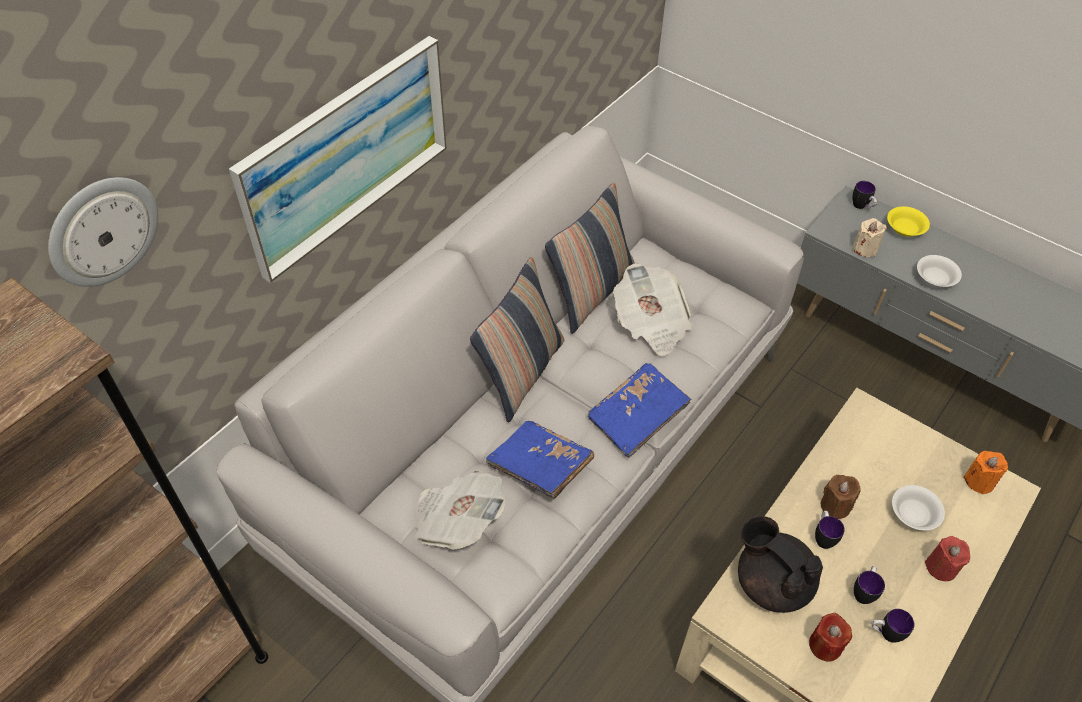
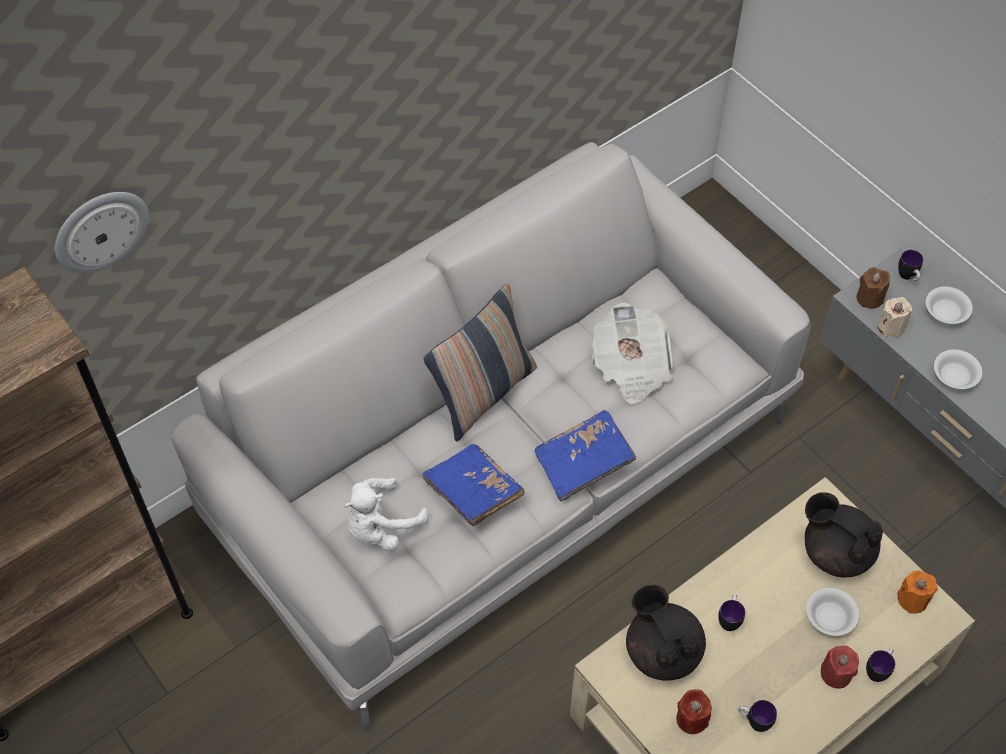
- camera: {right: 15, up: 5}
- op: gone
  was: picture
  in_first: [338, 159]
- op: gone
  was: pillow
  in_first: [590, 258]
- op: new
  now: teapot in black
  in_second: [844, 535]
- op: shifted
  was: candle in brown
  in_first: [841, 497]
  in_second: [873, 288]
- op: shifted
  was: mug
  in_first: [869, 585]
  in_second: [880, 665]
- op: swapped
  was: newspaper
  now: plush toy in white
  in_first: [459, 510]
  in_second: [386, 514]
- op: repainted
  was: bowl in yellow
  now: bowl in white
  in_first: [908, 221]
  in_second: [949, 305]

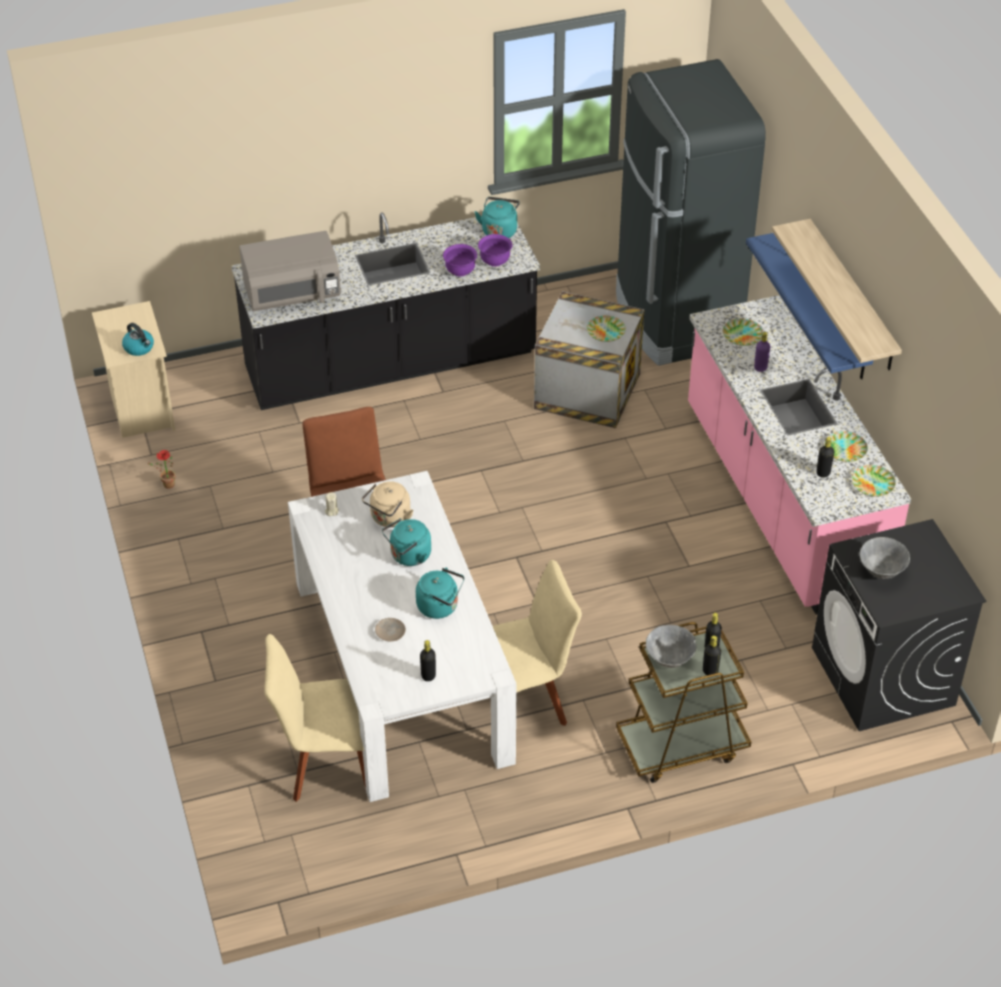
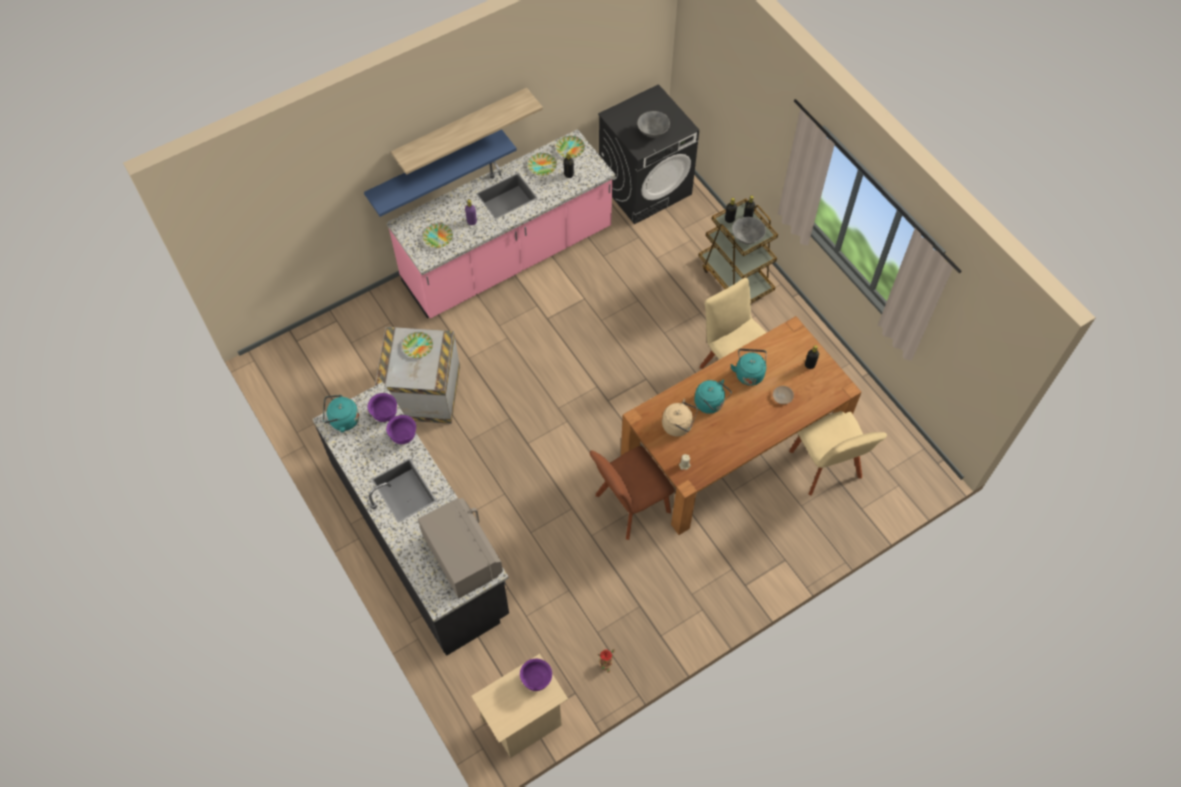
- camera: {right: -105, up: 15}
- op: gone
  was: fridge in black
  in_first: [691, 212]
- op: swapped
  was: kettle
  now: bowl in purple
  in_first: [138, 339]
  in_second: [536, 675]
- op: repainted
  was: dining table in white
  now: dining table in brown
  in_first: [402, 636]
  in_second: [741, 425]

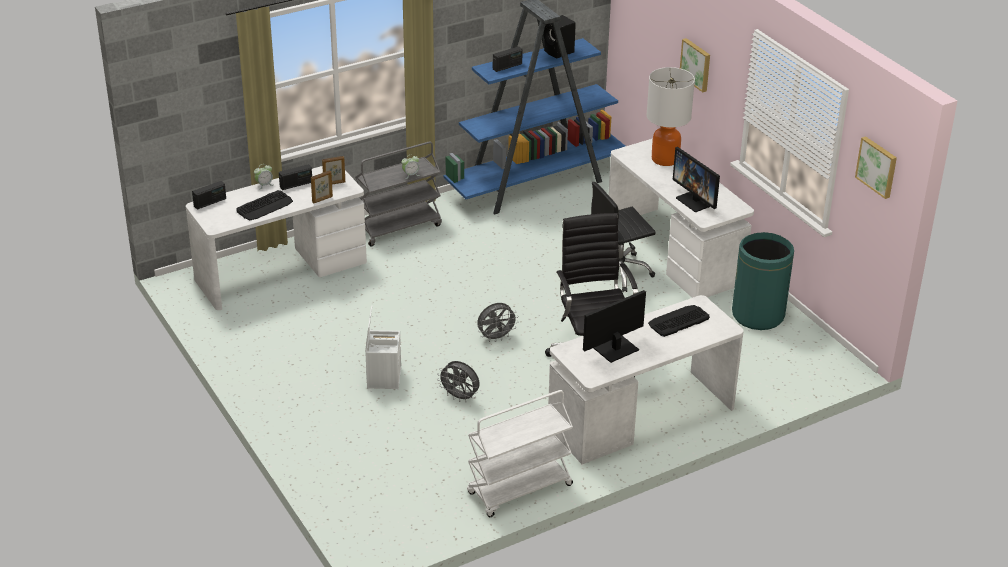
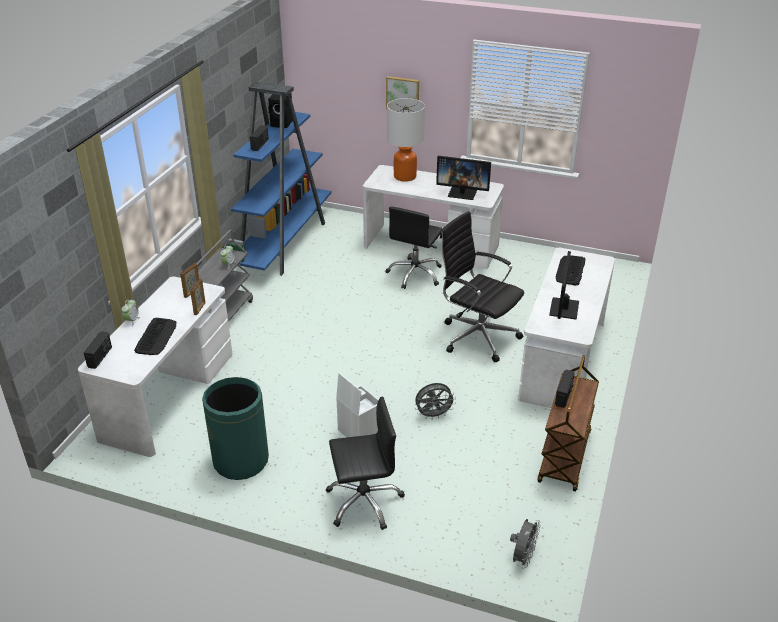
- camera: {right: -40, up: 0}
- op: gone
  was: picture
  in_first: [876, 167]
- op: new
  now: office chair in black
  in_second: [365, 463]
- op: shifted
  was: radio
  in_first: [295, 177]
  in_second: [565, 389]
- op: shifted
  was: fan in grey
  in_first: [498, 322]
  in_second: [525, 544]
- op: shifted
  was: trash can in green
  in_first: [763, 281]
  in_second: [235, 428]
- op: repainted
  was: cart in white
  now: cart in brown
  in_first: [520, 453]
  in_second: [568, 423]

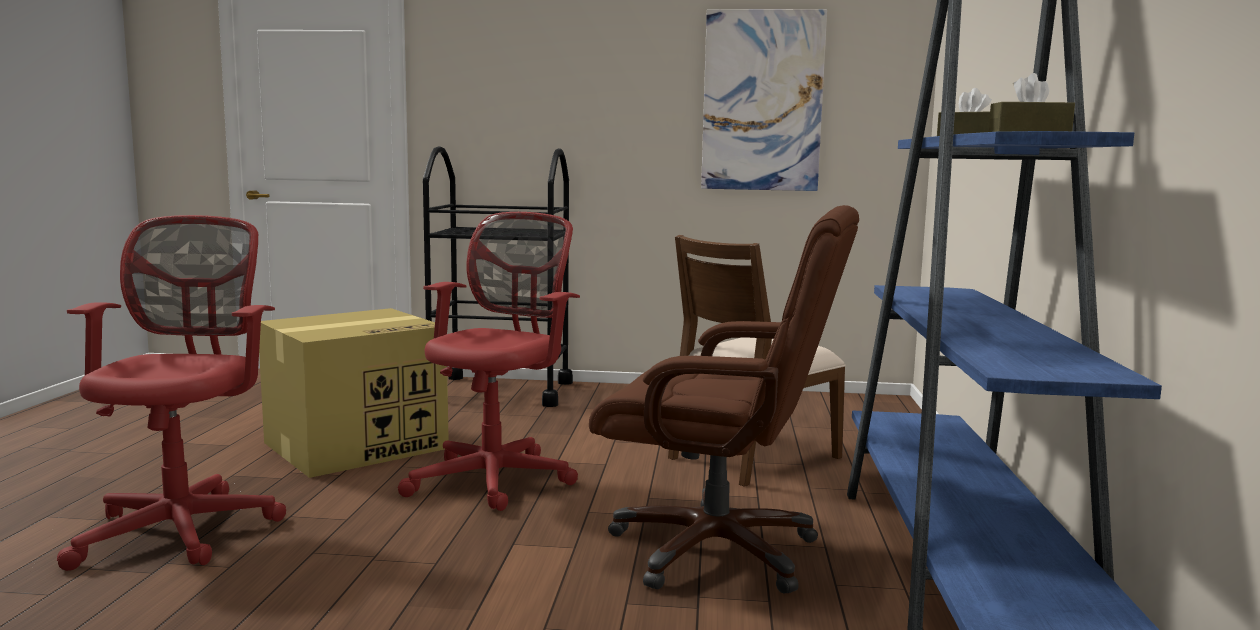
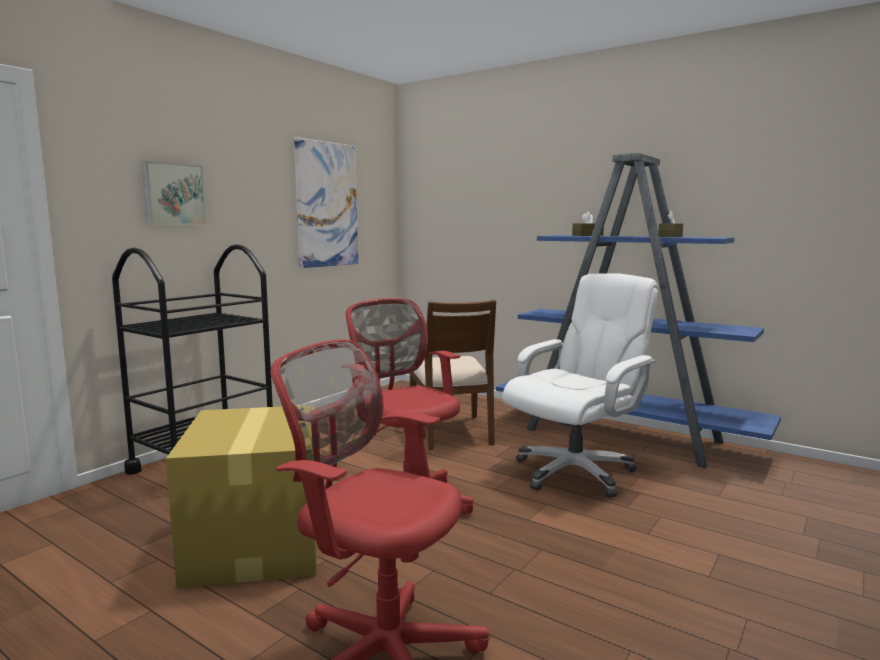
- camera: {right: -60, up: 0}
- op: new
  now: picture
  in_second: [173, 193]
- op: repainted
  was: office chair in brown
  now: office chair in white
  in_first: [724, 399]
  in_second: [580, 385]

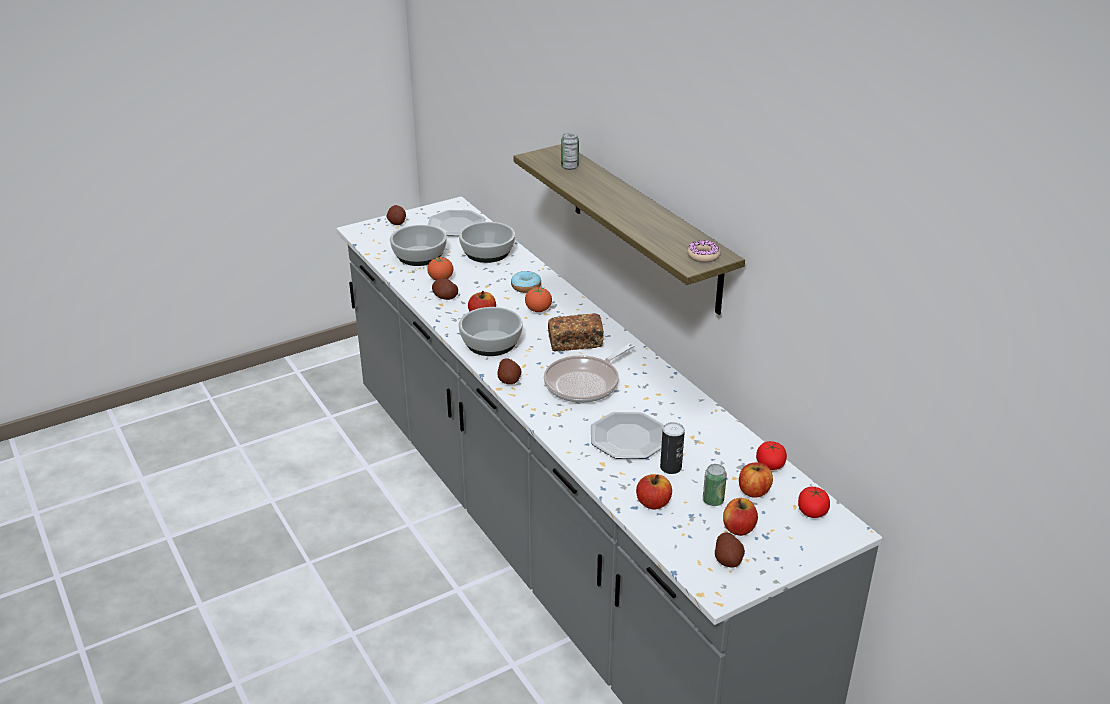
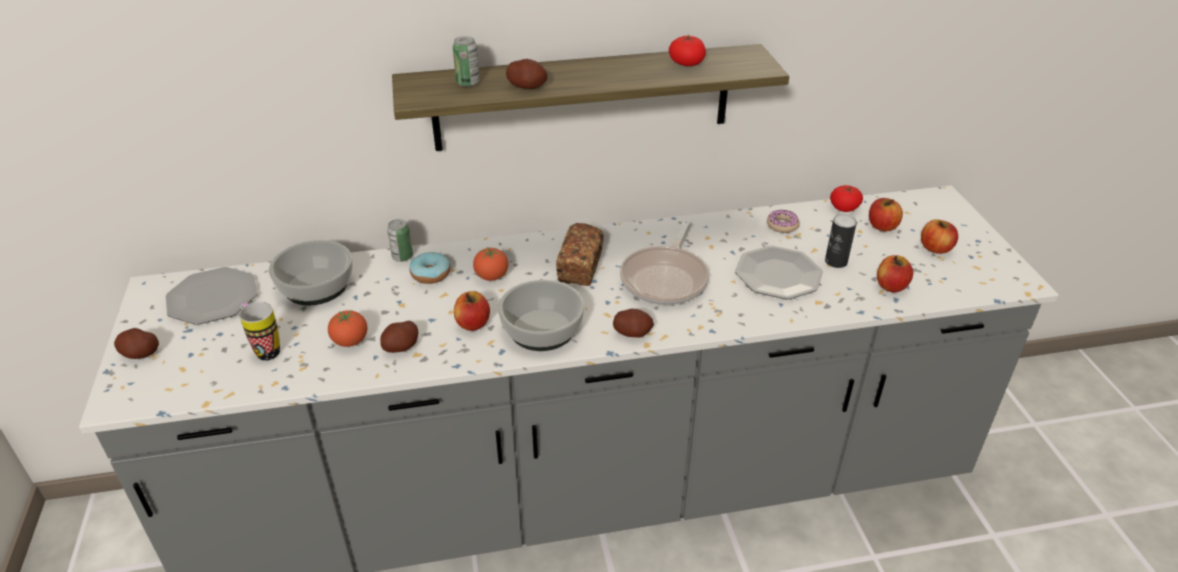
- camera: {right: -70, up: 5}
- op: shifted
  was: donut
  in_first: [704, 251]
  in_second: [783, 221]
- op: shifted
  was: can
  in_first: [715, 485]
  in_second: [400, 240]
- op: shifted
  was: potato
  in_first: [730, 550]
  in_second: [526, 74]
- op: shifted
  was: tomato
  in_first: [814, 502]
  in_second: [687, 50]
- op: swapped
  was: bowl
  now: mug
  in_first: [418, 245]
  in_second: [259, 331]
- op: rotated
  was: frying pan
  in_first: [589, 373]
  in_second: [664, 263]
  clockwise: 45

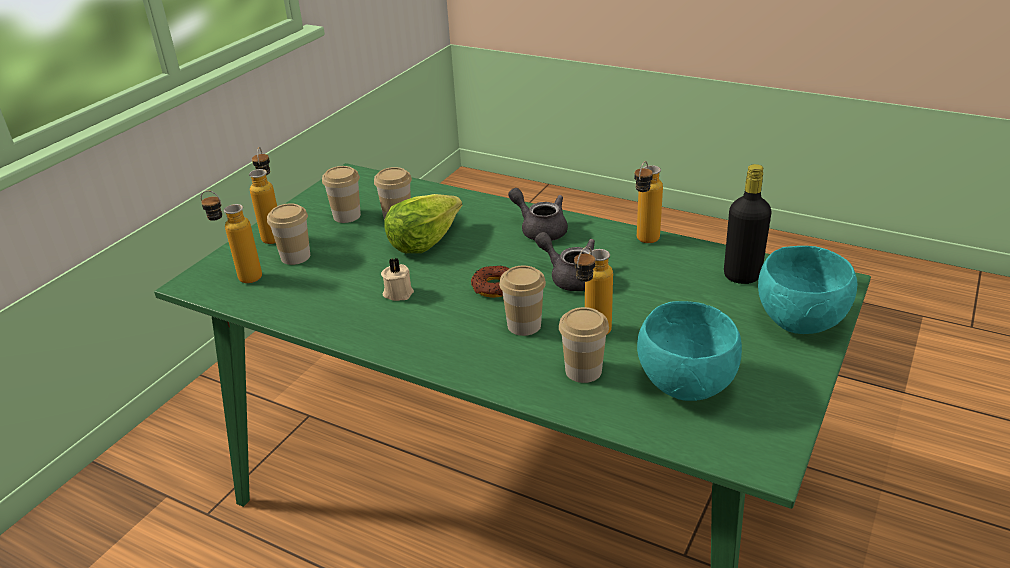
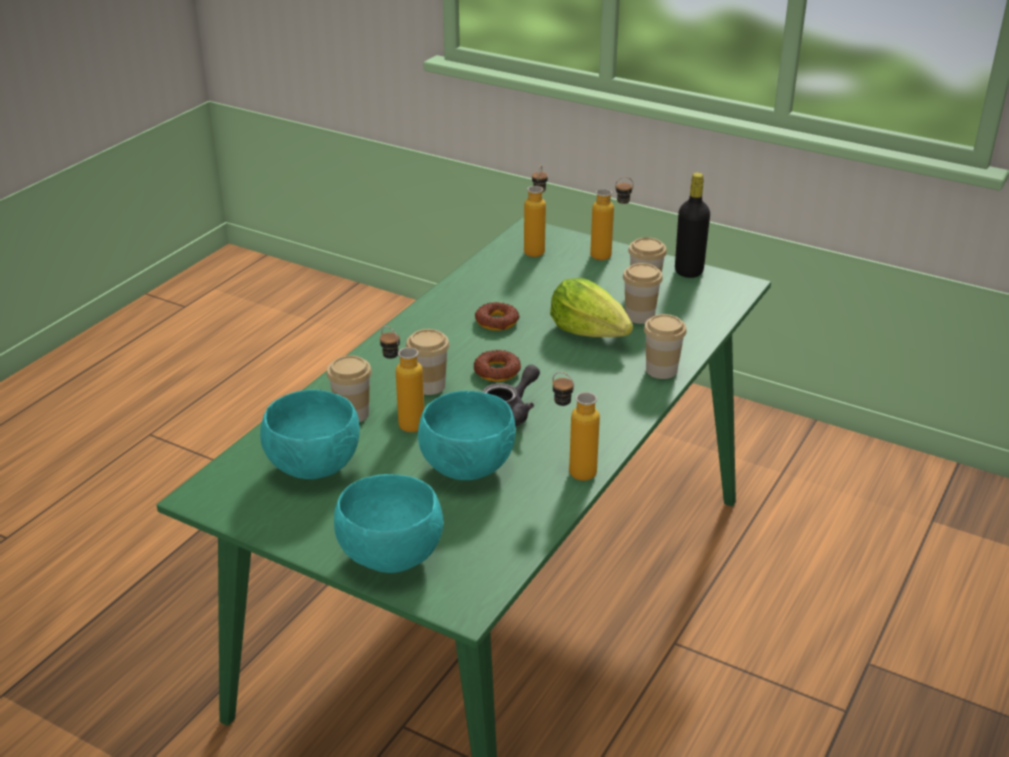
- camera: {right: 90, up: 0}
- op: gone
  was: teapot in grey
  in_first: [538, 214]
- op: new
  now: bowl in turquoise
  in_second: [467, 435]
- op: shifted
  was: cup
  in_first: [288, 234]
  in_second: [665, 346]
- op: shifted
  was: bottle in black
  in_first: [748, 224]
  in_second: [692, 225]
- op: swapped
  was: candle in beige
  now: donut
  in_first: [397, 279]
  in_second: [497, 316]

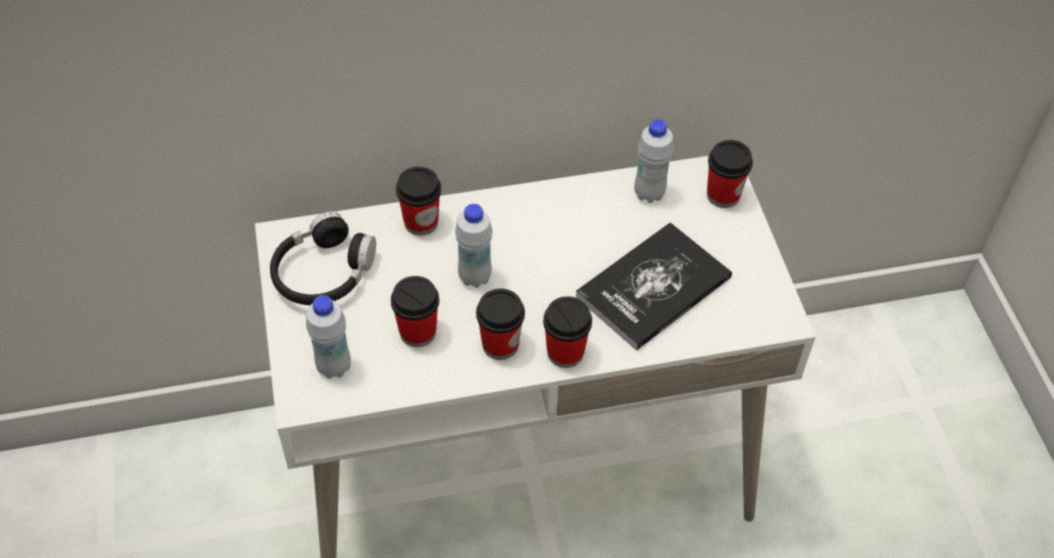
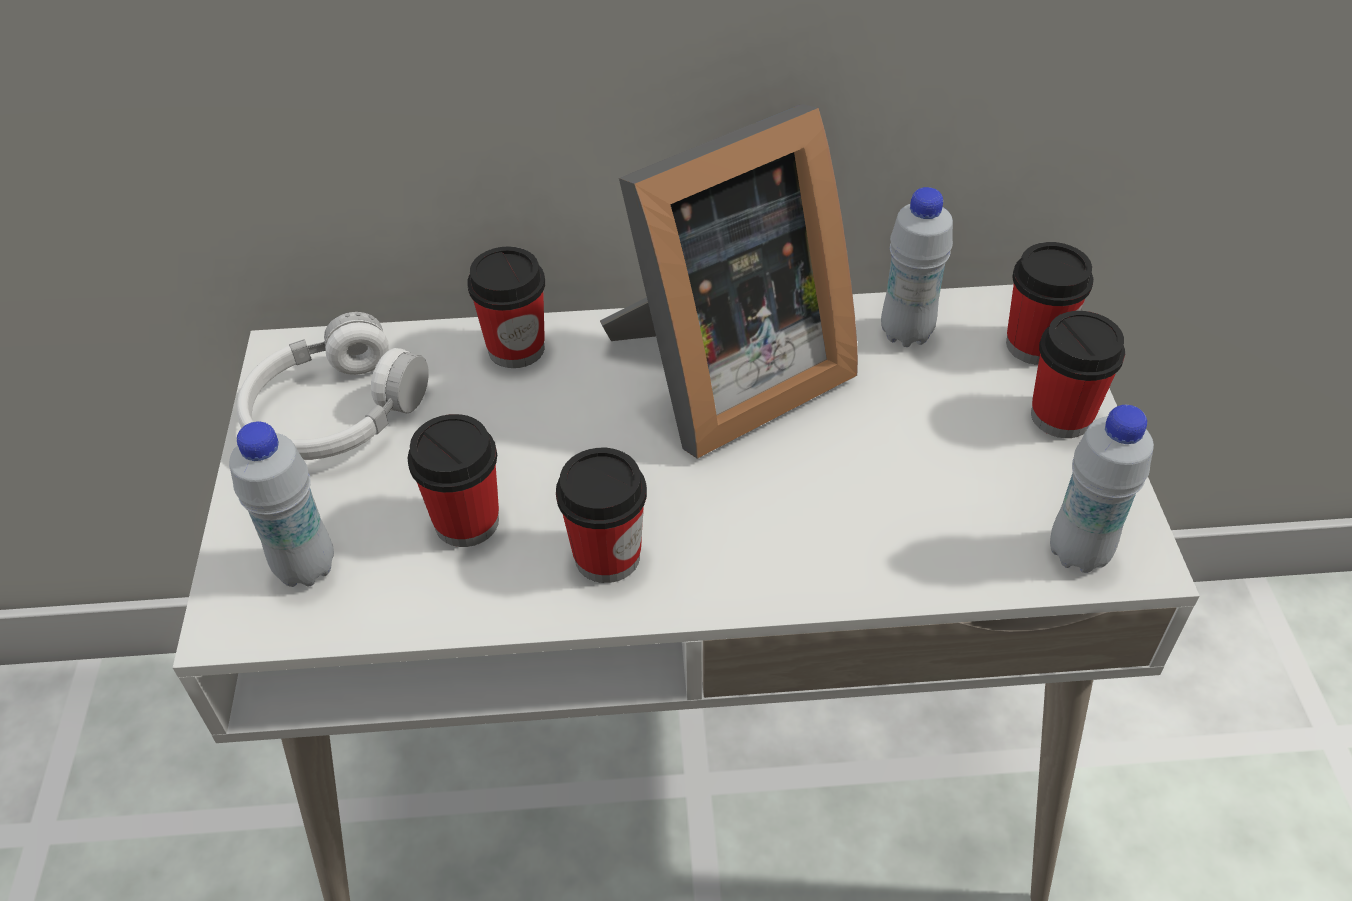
- camera: {right: 10, up: -5}
- op: gone
  was: book
  in_first: [654, 286]
- op: new
  now: picture frame
  in_second: [729, 281]
- op: shifted
  was: bottle in white
  in_first: [474, 246]
  in_second: [1102, 489]
- op: shifted
  was: cup
  in_first: [567, 332]
  in_second: [1078, 374]
- op: repainted
  was: headphones in black
  now: headphones in white
  in_first: [323, 258]
  in_second: [333, 386]

